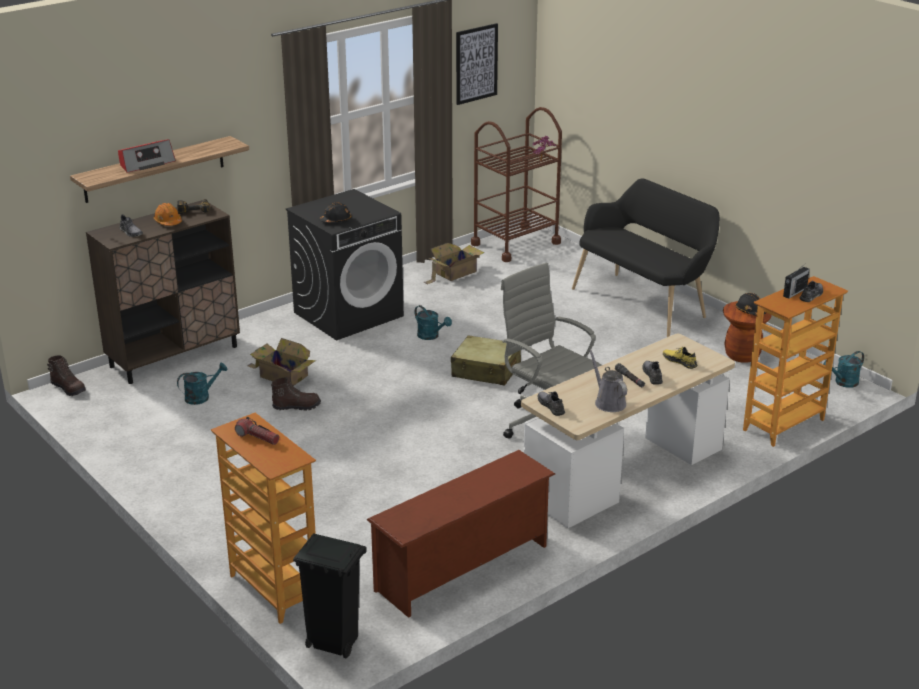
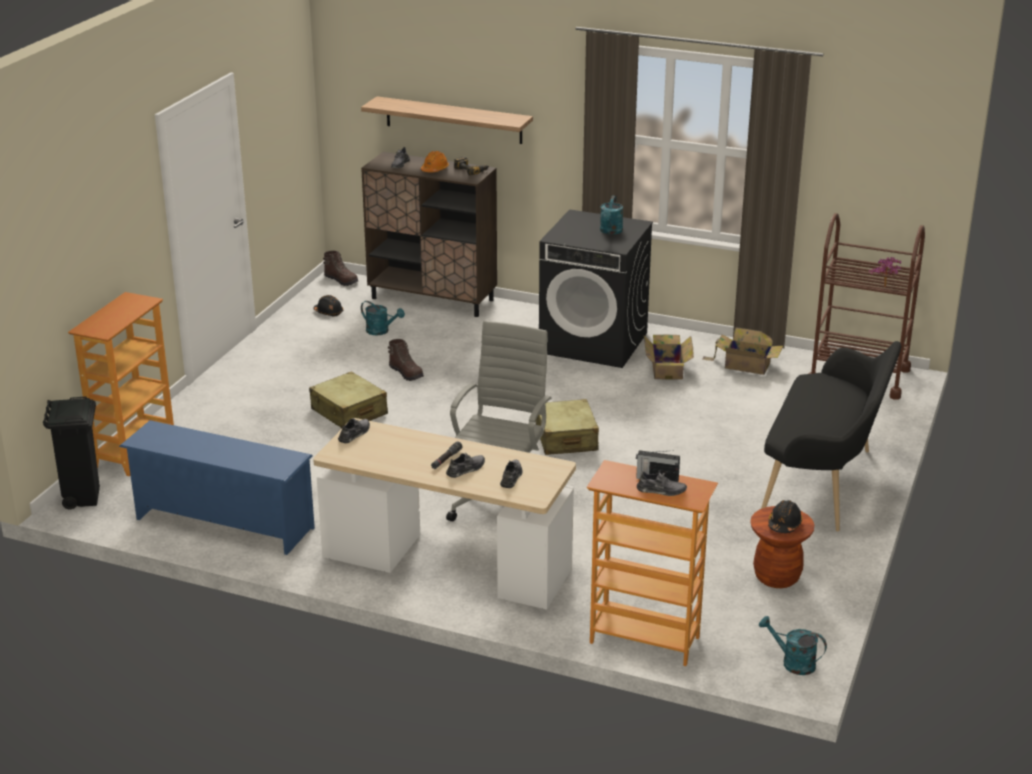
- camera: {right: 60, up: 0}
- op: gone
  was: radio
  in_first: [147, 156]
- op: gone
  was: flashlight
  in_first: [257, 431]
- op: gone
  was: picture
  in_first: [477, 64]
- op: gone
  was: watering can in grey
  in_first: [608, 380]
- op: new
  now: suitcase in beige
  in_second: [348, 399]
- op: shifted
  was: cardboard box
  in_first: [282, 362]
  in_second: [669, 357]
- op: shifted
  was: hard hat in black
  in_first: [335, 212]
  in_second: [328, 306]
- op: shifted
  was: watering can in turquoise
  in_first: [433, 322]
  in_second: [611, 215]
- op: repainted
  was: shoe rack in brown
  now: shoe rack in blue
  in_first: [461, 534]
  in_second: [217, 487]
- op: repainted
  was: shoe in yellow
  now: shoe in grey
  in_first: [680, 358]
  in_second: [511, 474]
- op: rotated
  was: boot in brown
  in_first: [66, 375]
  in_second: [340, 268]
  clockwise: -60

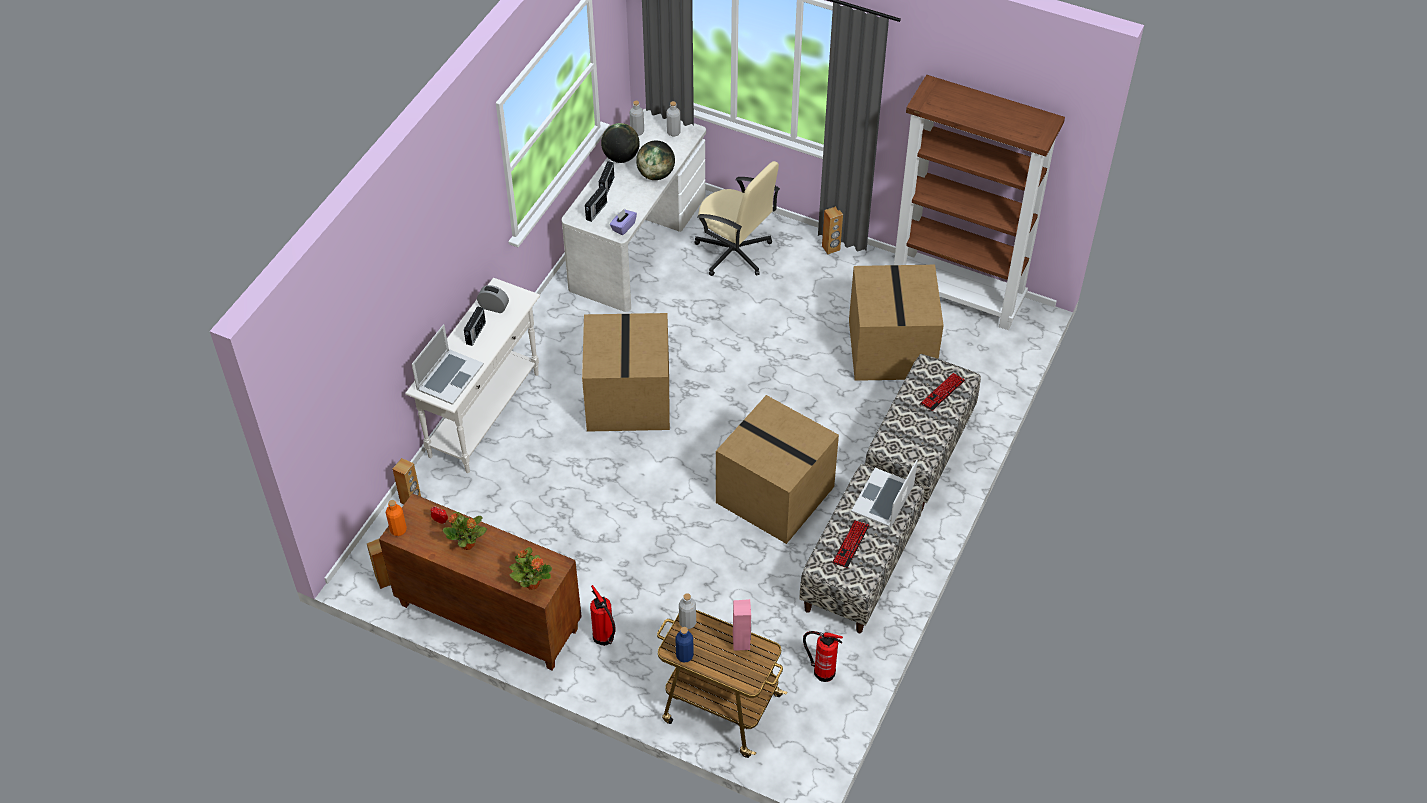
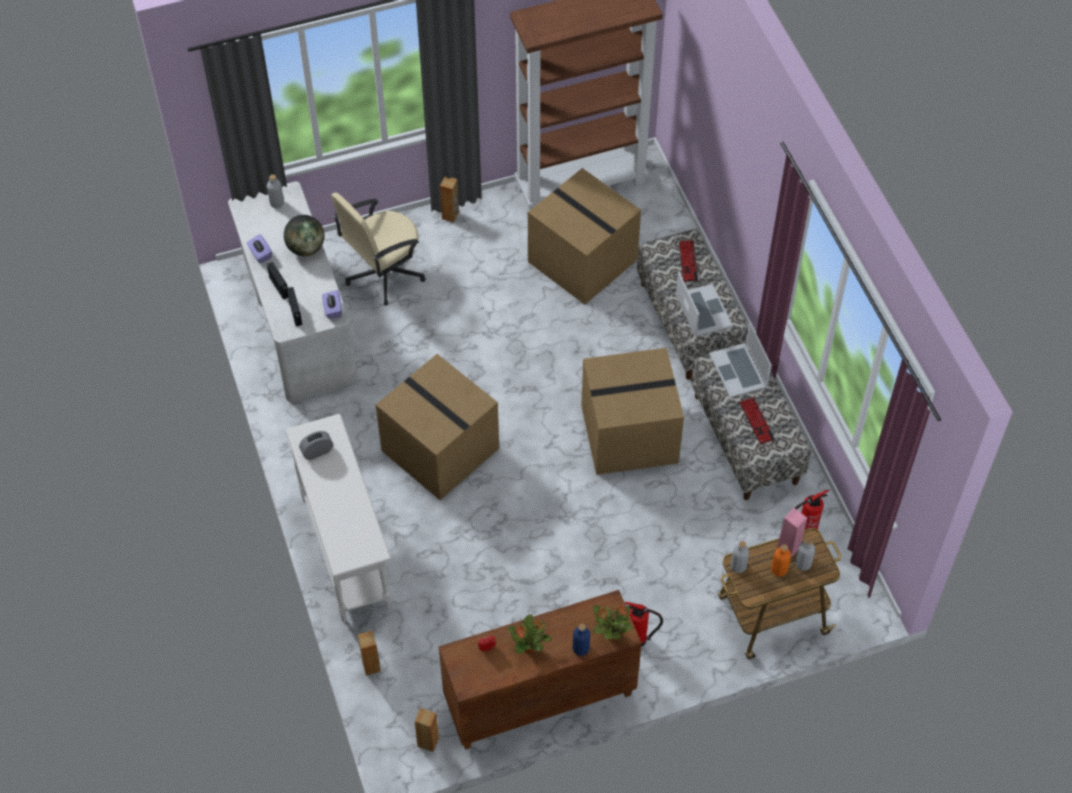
- camera: {right: -45, up: 5}
- op: gone
  was: radio
  in_first: [475, 326]
- op: shifted
  was: bottle in orange
  in_first: [396, 518]
  in_second: [781, 560]
- op: shifted
  was: laptop
  in_first: [448, 364]
  in_second: [704, 304]
- op: shifted
  was: bottle in grey
  in_first: [637, 118]
  in_second: [805, 554]
- op: shifted
  was: bottle in blue
  in_first: [684, 645]
  in_second: [581, 640]
- op: swapped
  was: globe
  now: tissue box in purple
  in_first: [620, 143]
  in_second: [259, 249]
- op: rotated
  was: office chair in beige
  in_first: [737, 218]
  in_second: [378, 249]
  clockwise: 150

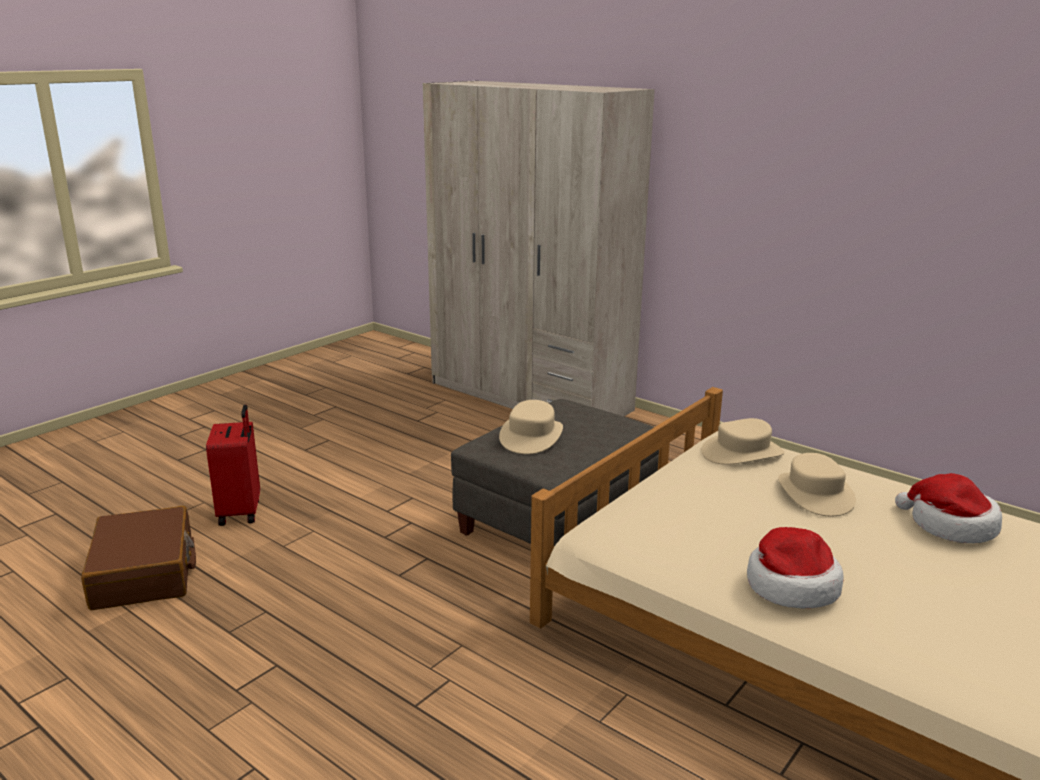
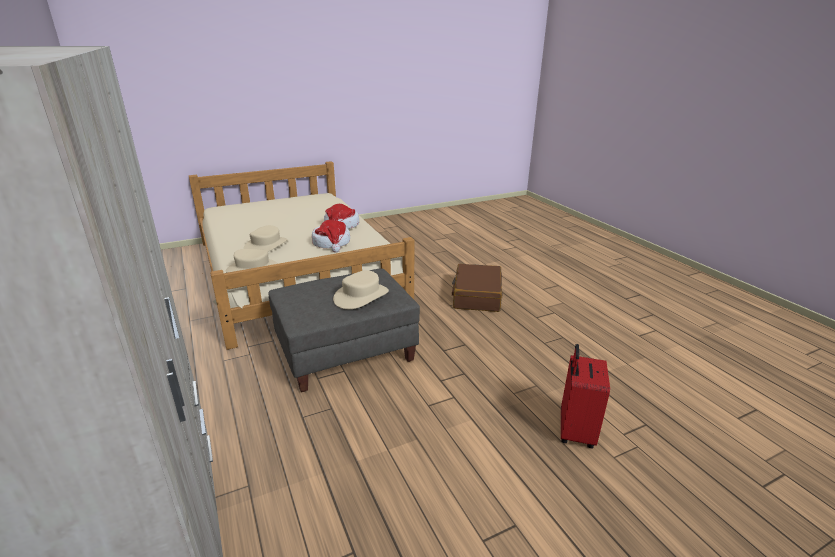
- camera: {right: -155, up: 5}
- op: shifted
  was: suitcase in brown
  in_first: [138, 558]
  in_second: [477, 288]
- op: shifted
  was: hat
  in_first: [948, 508]
  in_second: [331, 236]

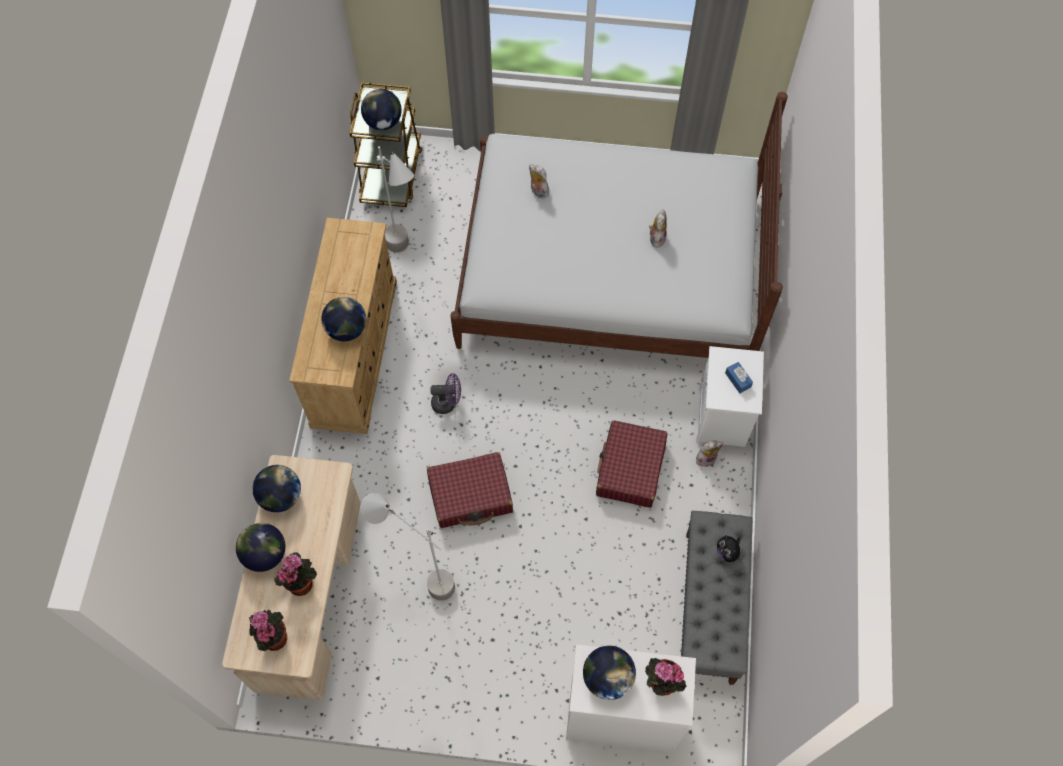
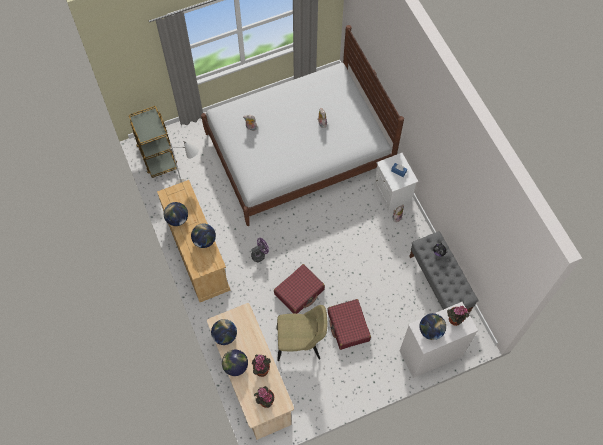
- camera: {right: -30, up: 0}
- op: shifted
  was: globe
  in_first: [381, 109]
  in_second: [176, 214]
- op: shifted
  was: suitcase in red
  in_first: [632, 464]
  in_second: [349, 324]
- op: swapped
  was: floor lamp in grey
  now: chair in beige
  in_first: [407, 547]
  in_second: [302, 333]

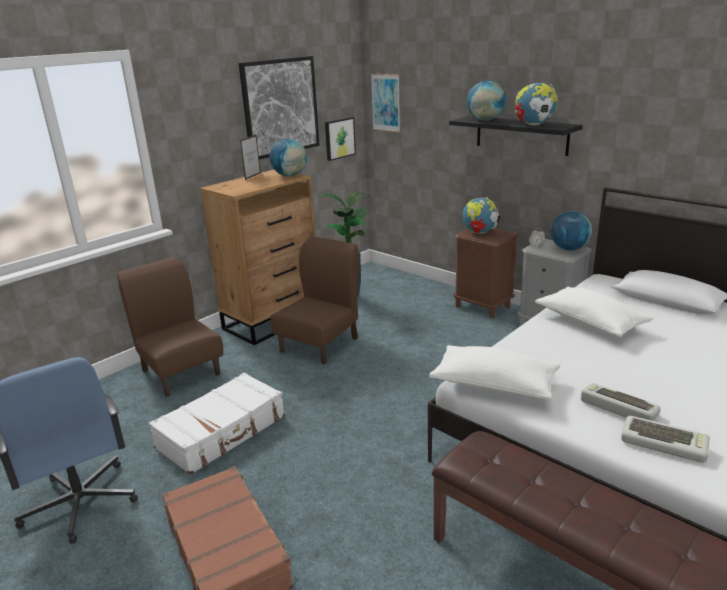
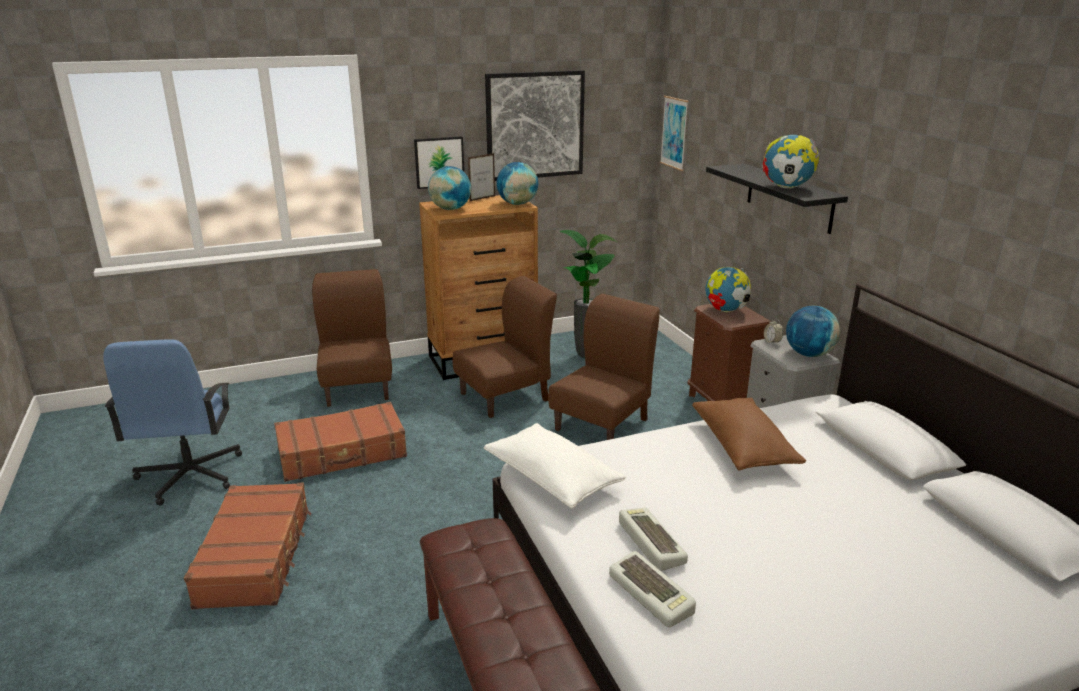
- camera: {right: 25, up: 0}
- op: new
  now: chair in brown
  in_second: [604, 367]
- op: shifted
  was: picture
  in_first: [340, 139]
  in_second: [439, 162]
- op: shifted
  was: globe
  in_first: [486, 101]
  in_second: [449, 188]
- op: repainted
  was: suitcase in white
  now: suitcase in brown
  in_first: [217, 423]
  in_second: [340, 442]
- op: repainted
  was: pillow in white
  now: pillow in brown
  in_first: [594, 312]
  in_second: [749, 434]

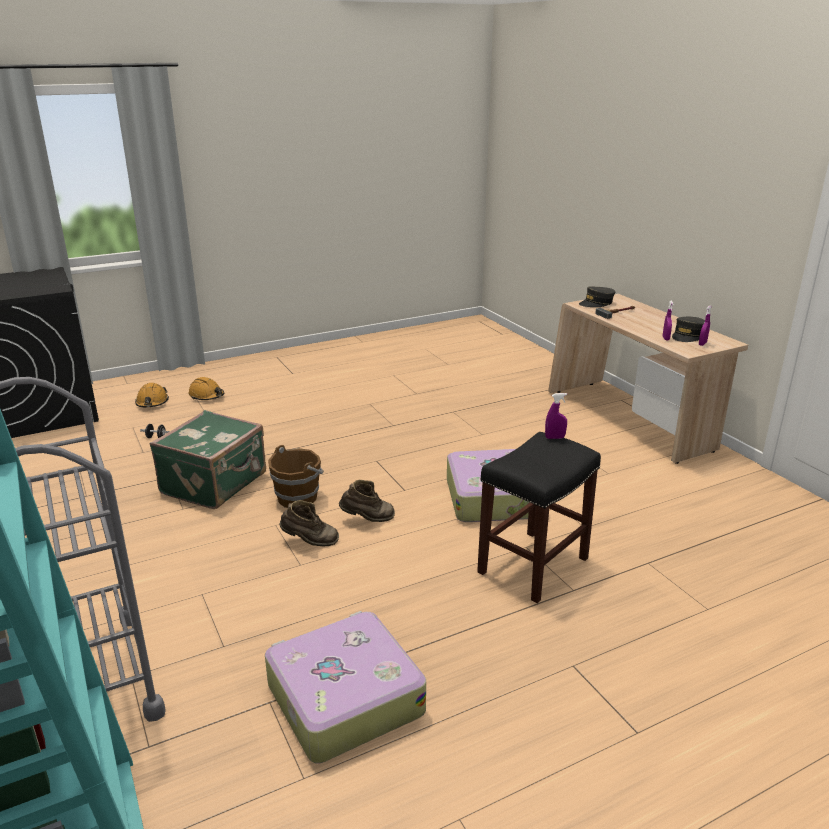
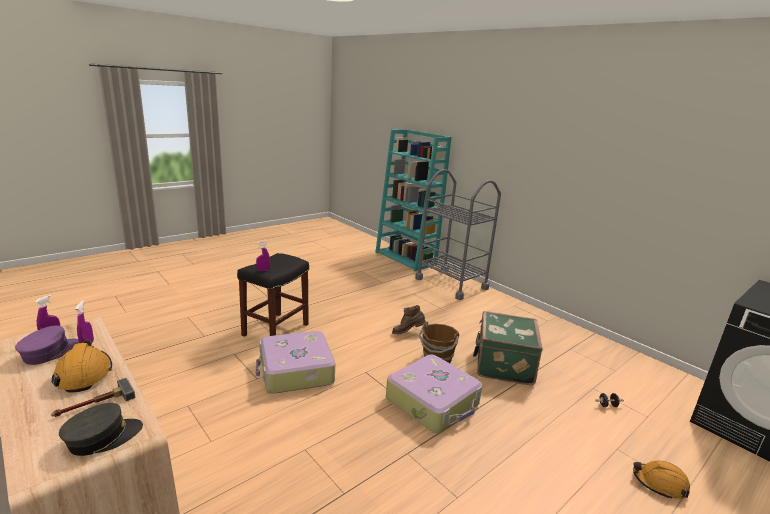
- camera: {right: 165, up: -5}
- op: gone
  was: boot in brown
  in_first: [367, 501]
- op: shifted
  was: hard hat in orange
  in_first: [152, 395]
  in_second: [81, 366]
- op: shifted
  was: suitcase
  in_first: [345, 687]
  in_second: [434, 393]
- op: repainted
  was: cap in grey
  now: cap in purple
  in_first: [688, 329]
  in_second: [47, 345]

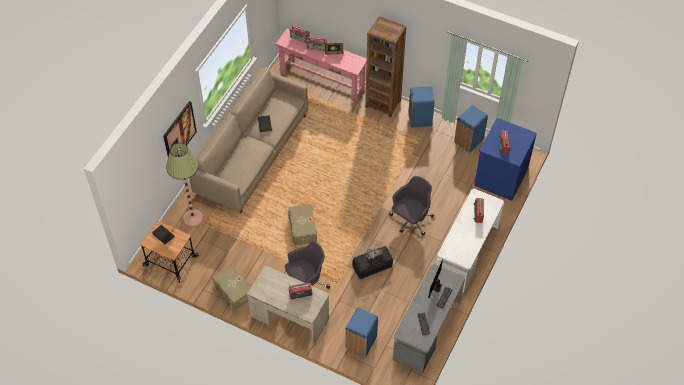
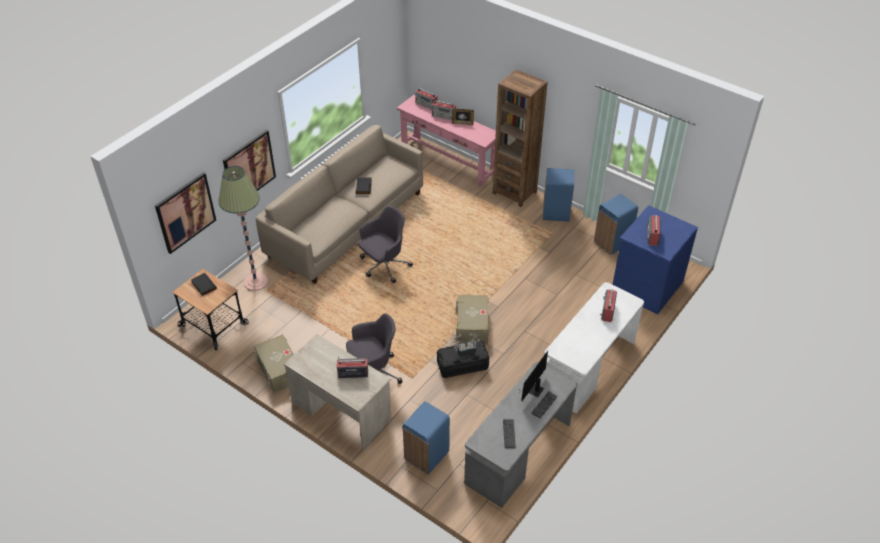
- camera: {right: 10, up: -10}
- op: new
  now: picture
  in_second: [185, 213]
- op: shifted
  was: storage box in beige
  in_first: [302, 225]
  in_second: [473, 319]
- op: shifted
  was: office chair in grey
  in_first: [411, 205]
  in_second: [385, 244]

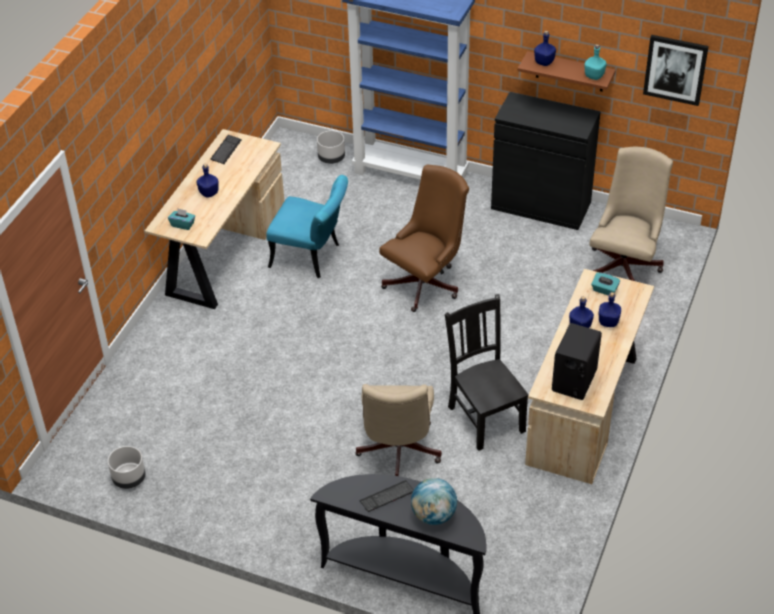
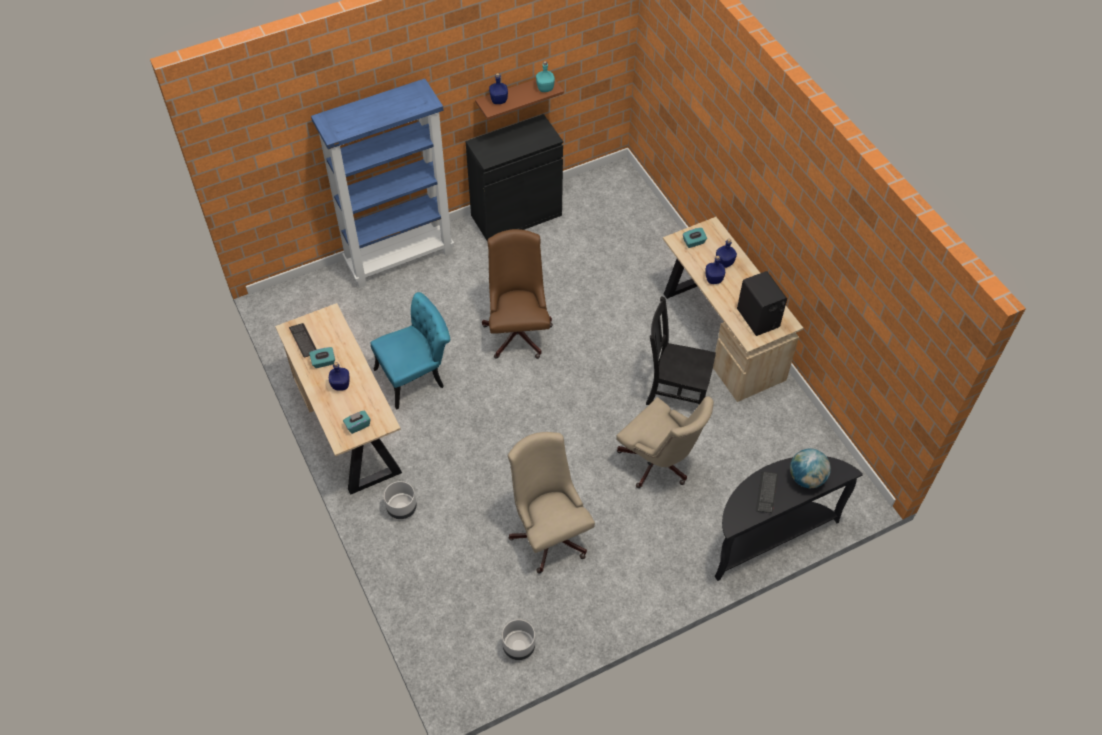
- camera: {right: -50, up: 10}
- op: gone
  was: picture
  in_first: [676, 70]
- op: new
  now: tissue box in turquoise
  in_second: [322, 357]
- op: shifted
  was: planter in grey
  in_first: [331, 147]
  in_second: [400, 500]
- op: shifted
  was: office chair in beige
  in_first: [631, 214]
  in_second: [551, 503]

